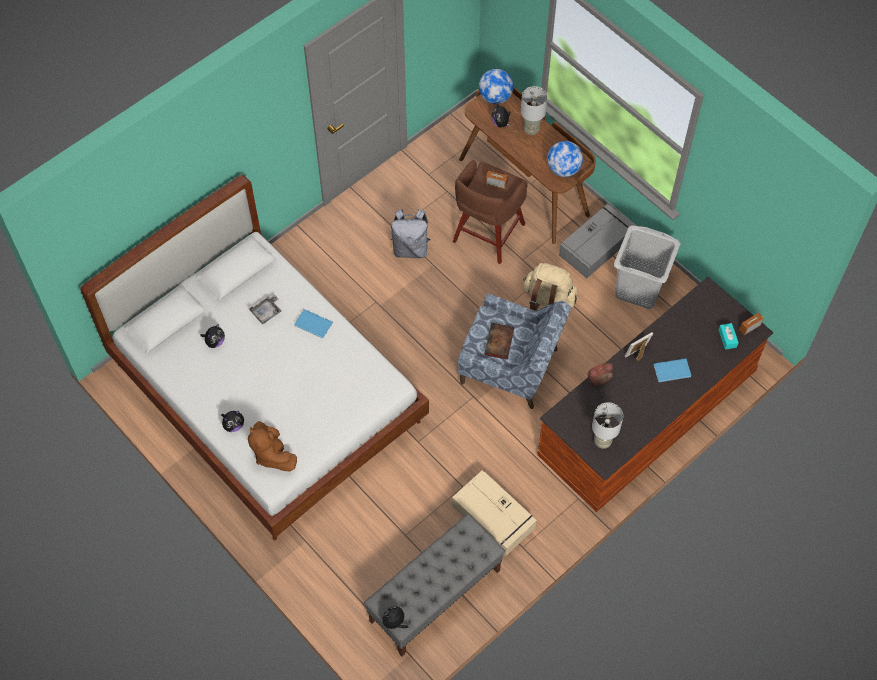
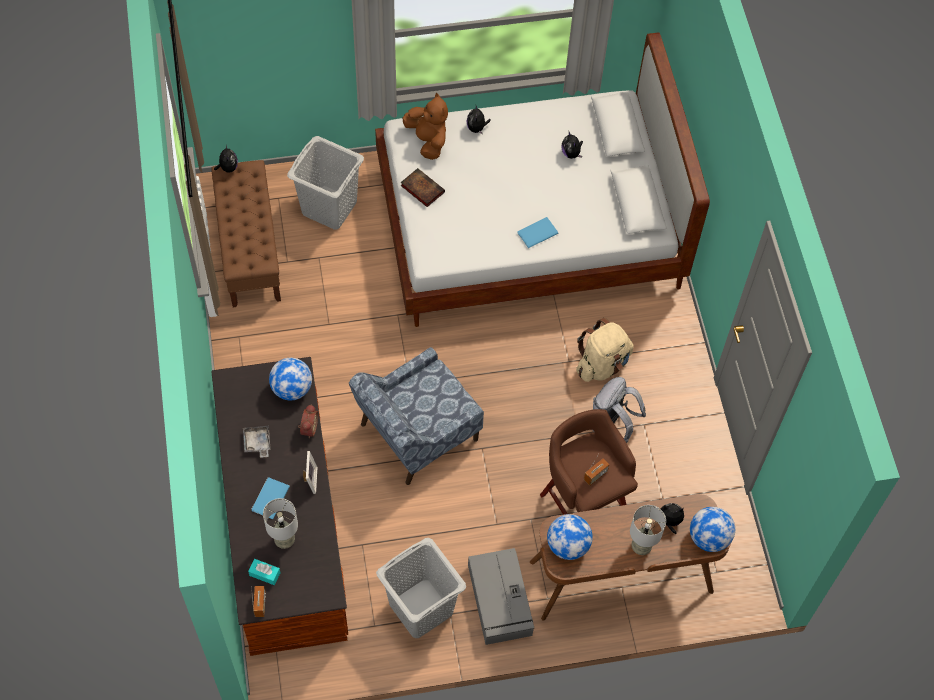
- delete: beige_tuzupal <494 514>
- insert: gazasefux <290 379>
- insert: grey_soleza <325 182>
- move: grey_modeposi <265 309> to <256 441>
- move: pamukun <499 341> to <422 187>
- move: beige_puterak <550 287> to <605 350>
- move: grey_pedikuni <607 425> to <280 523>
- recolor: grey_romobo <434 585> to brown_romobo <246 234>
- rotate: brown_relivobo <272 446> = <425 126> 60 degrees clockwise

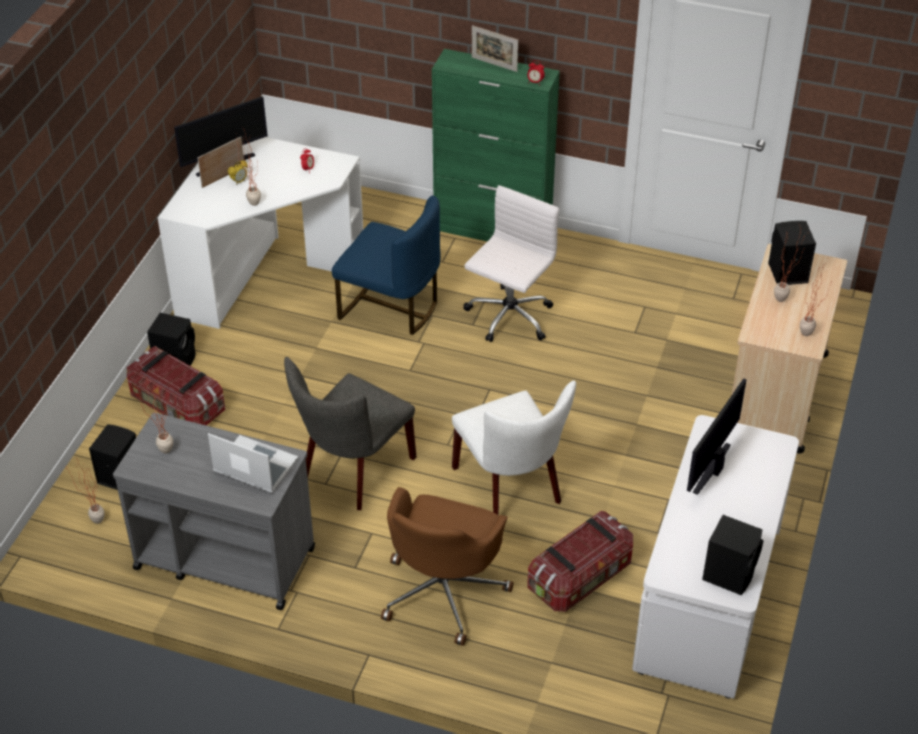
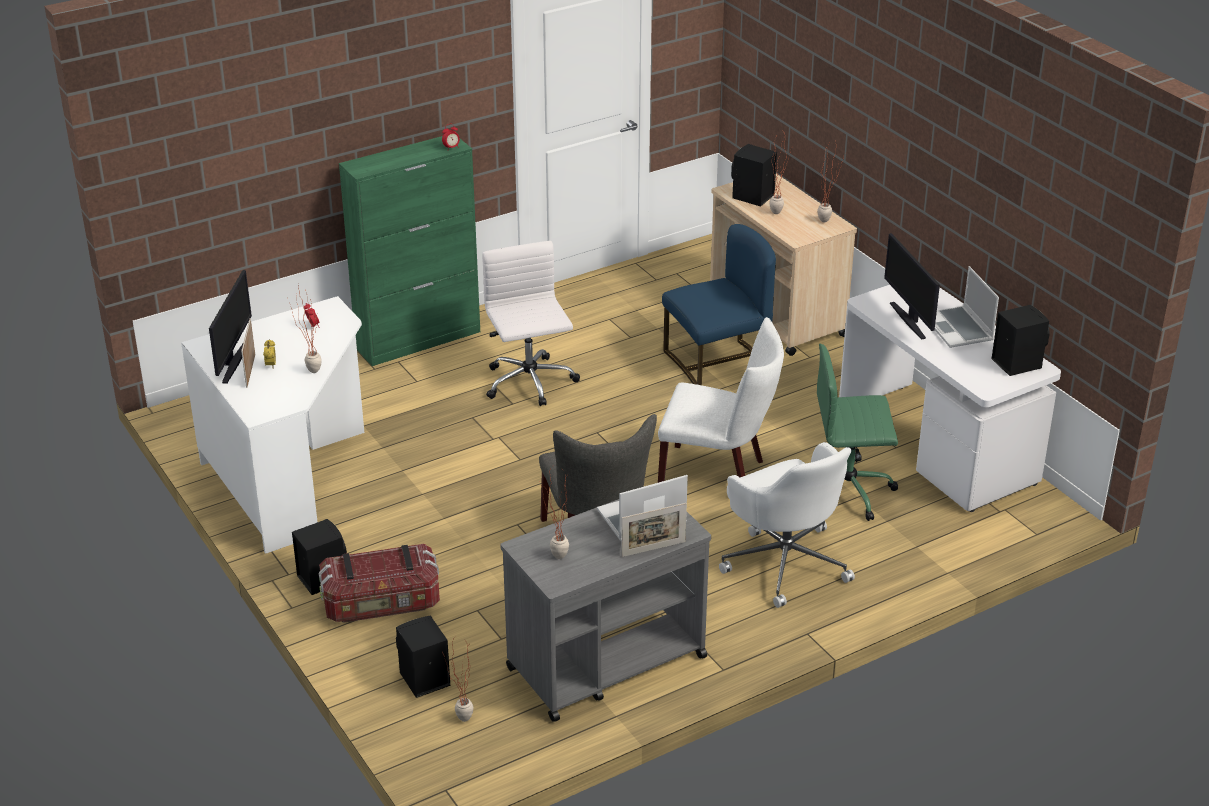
- insert: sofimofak <967 307>
- move: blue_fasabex <386 265> to <719 304>
- move: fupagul <495 48> to <654 530>
- replace: tuzupal <580 561> to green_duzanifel <857 432>
- recolor: brown_duzanifel <447 566> to white_duzanifel <787 525>

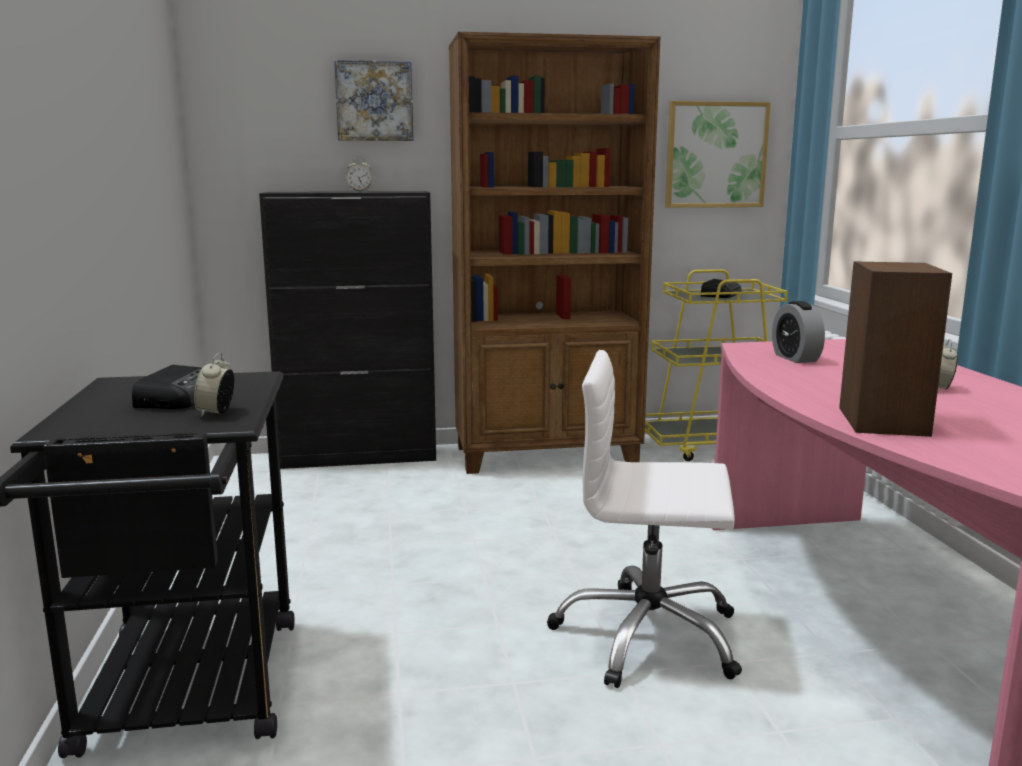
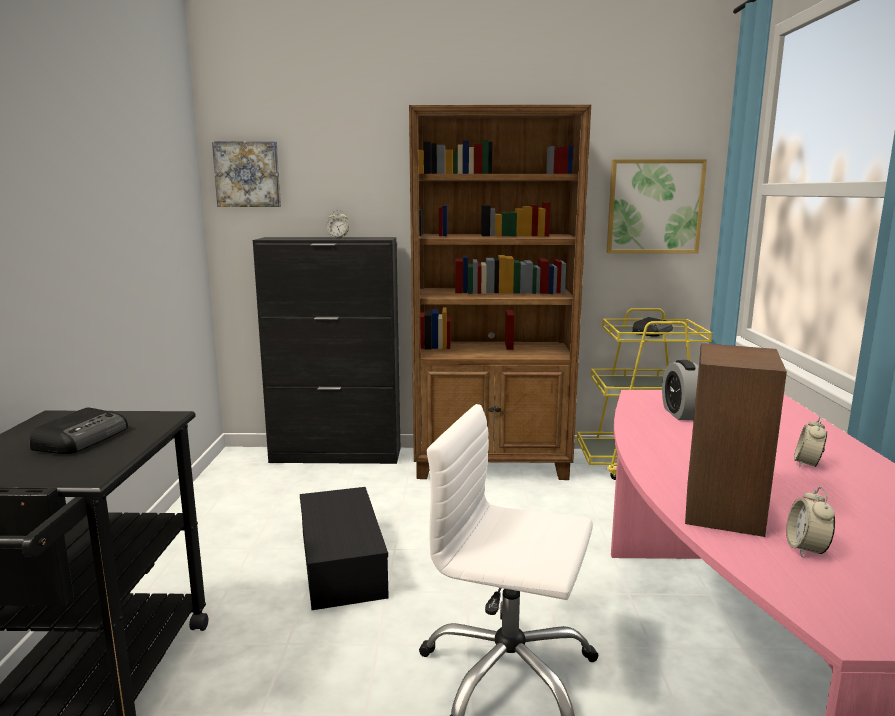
- insert: black_tuzupal <344 548>
- move: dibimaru <214 385> to <810 522>
- move: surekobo <374 100> to <246 174>

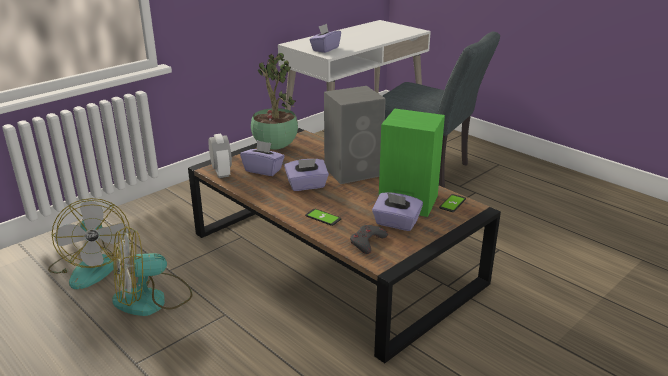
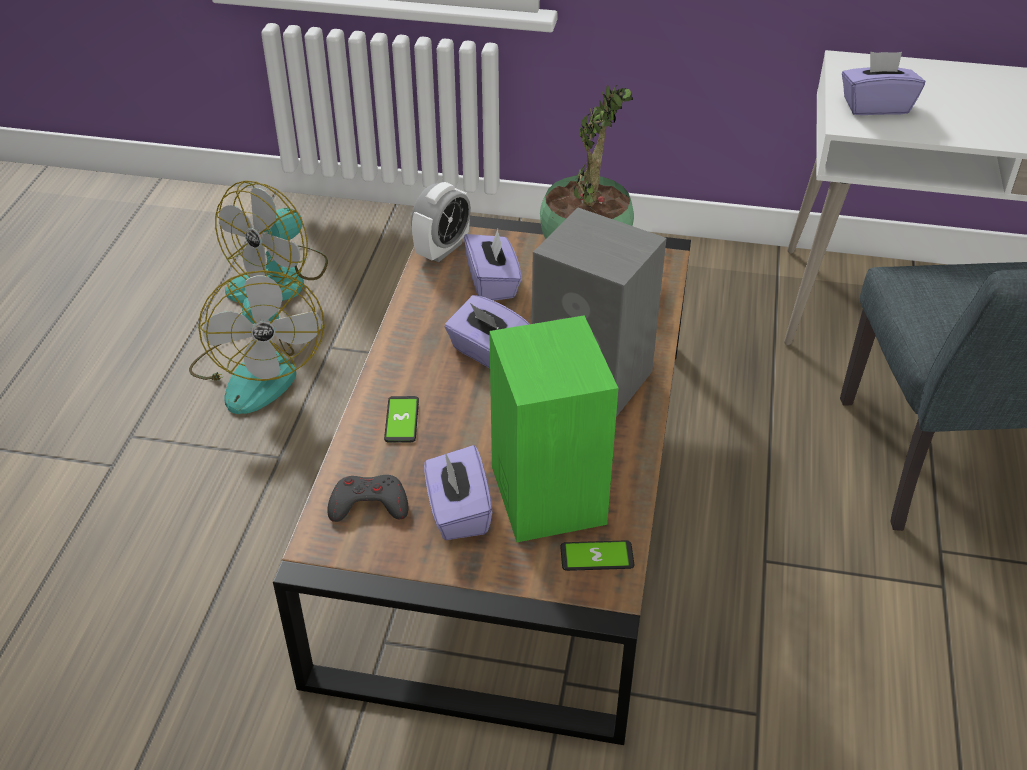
- rotate: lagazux <152 271> = <257 342> 135 degrees counterclockwise

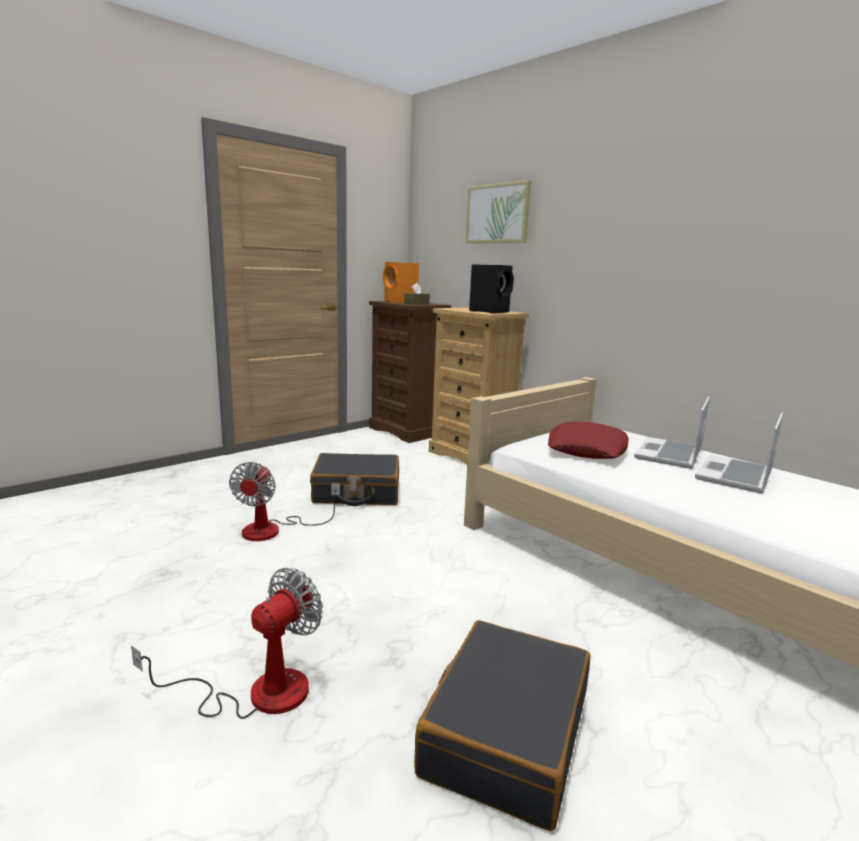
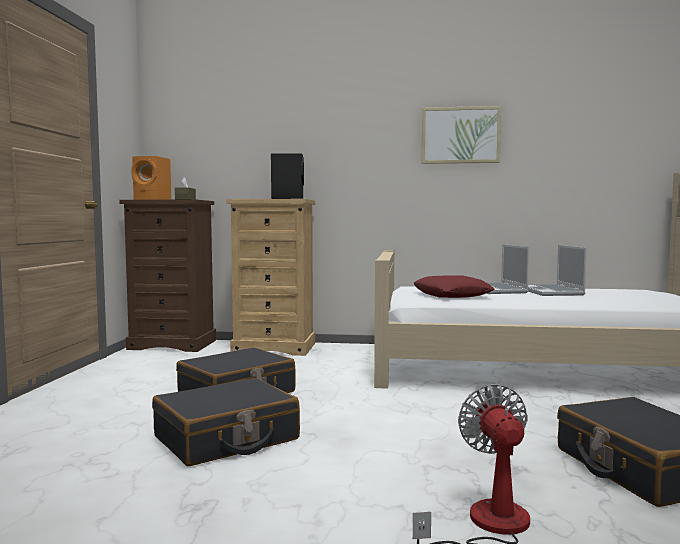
- move: surekobo <498 211> to <461 135>
- replace: lagazux <284 501> to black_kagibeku <226 422>

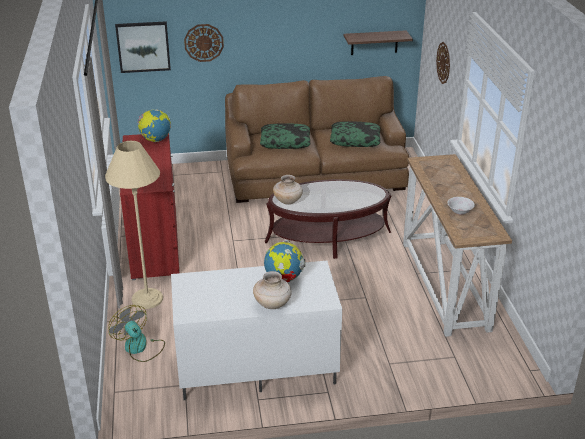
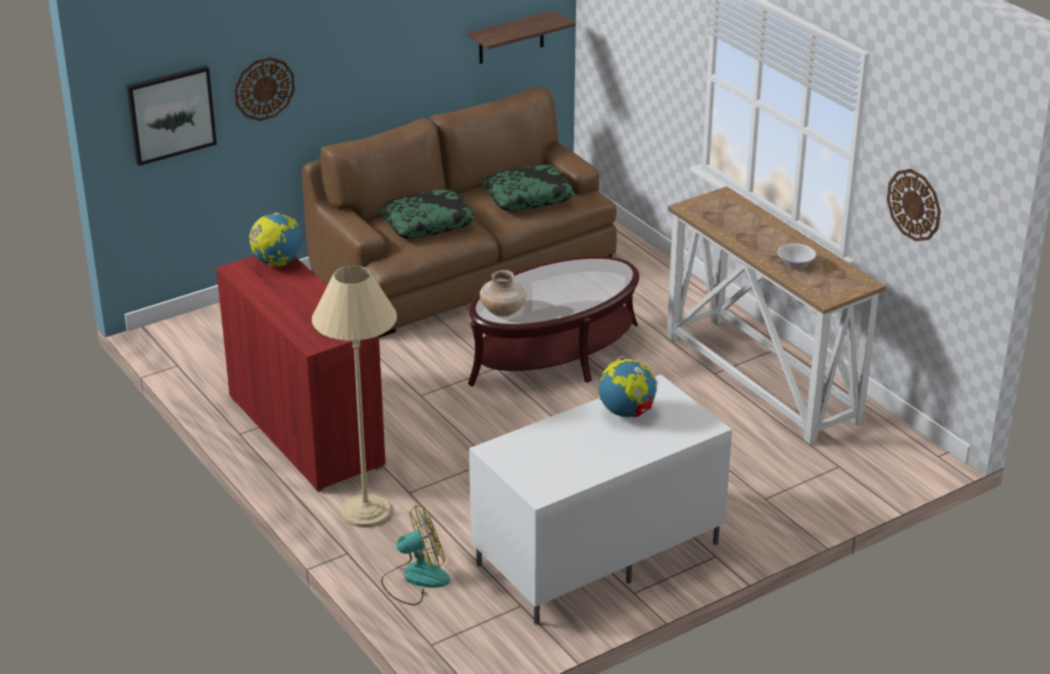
- delete: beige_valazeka <272 290>
- move: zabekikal <443 63> to <914 205>
- rotate: lagazux <136 333> = <415 555> 135 degrees clockwise

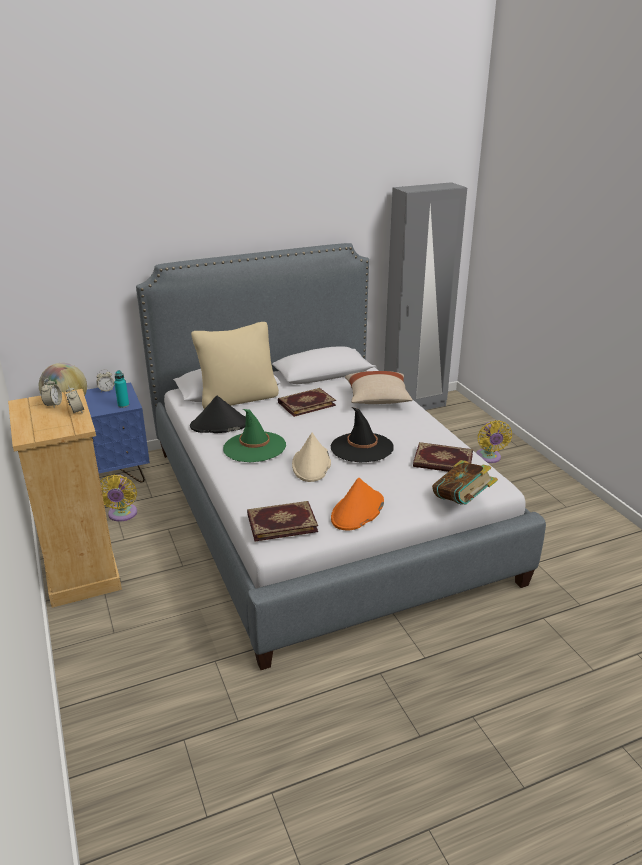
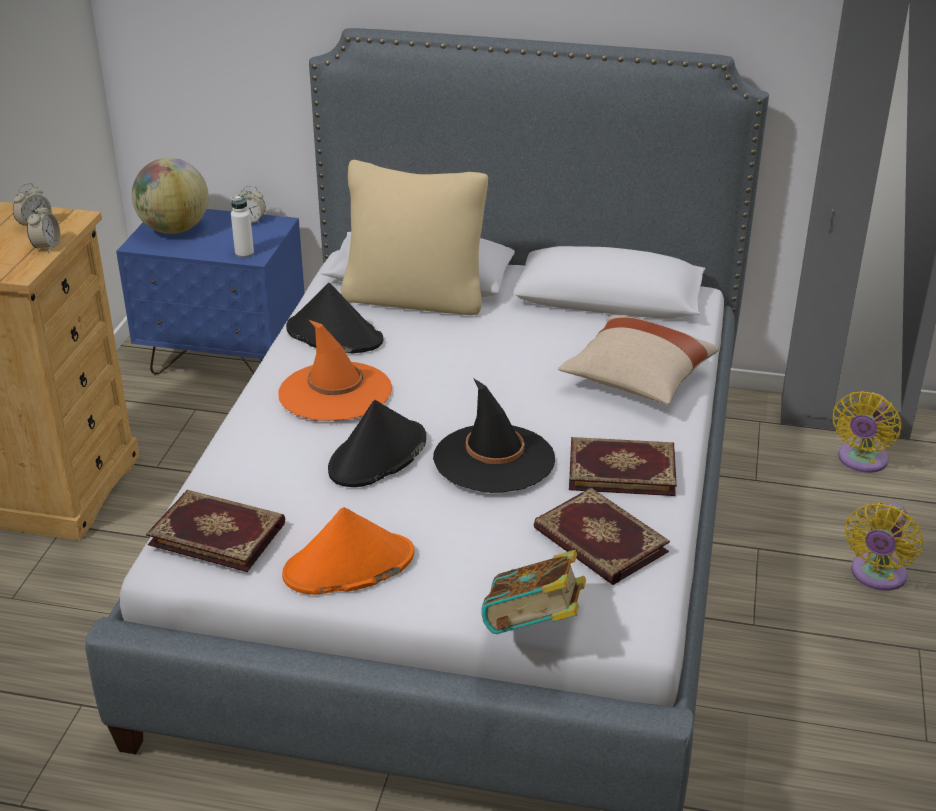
- move: yellow_lagazux <118 498> to <867 432>
- move: pamukun <307 402> to <623 466>
- recolor: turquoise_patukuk <121 389> to white_patukuk <242 226>
- recolor: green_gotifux <254 435> to orange_gotifux <335 370>
- recolor: beige_gotifux <311 457> to black_gotifux <377 443>

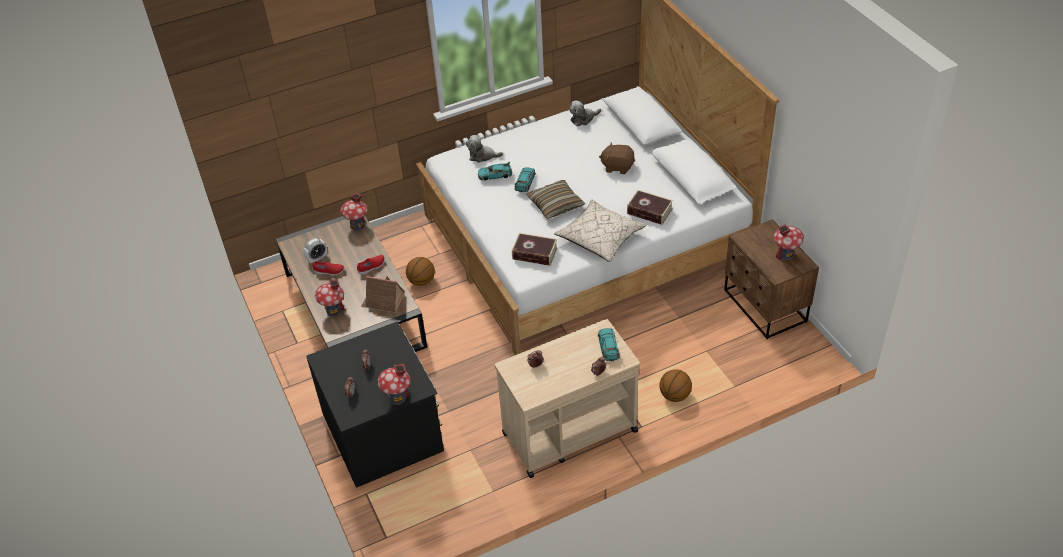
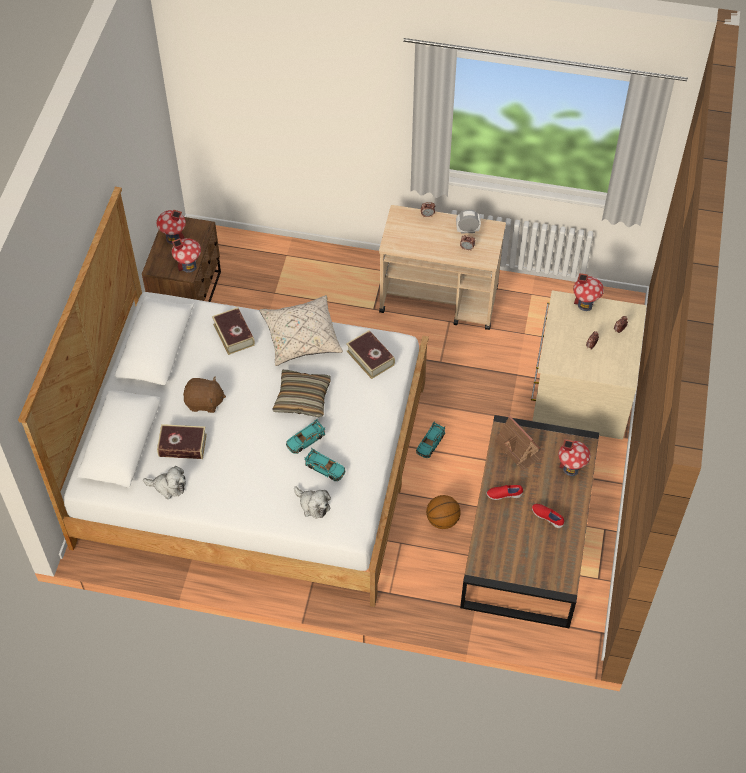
- delete: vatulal <675 385>
- insert: pamukun <182 441>
- move: dibimaru <315 250> to <468 221>
- move: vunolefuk <354 212> to <186 255>
- move: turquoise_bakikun <609 344> to <431 439>
- recolor: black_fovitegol <375 404> to beige_fovitegol <589 364>
- rotate: brown_relivobo <617 158> = <204 394> 45 degrees counterclockwise

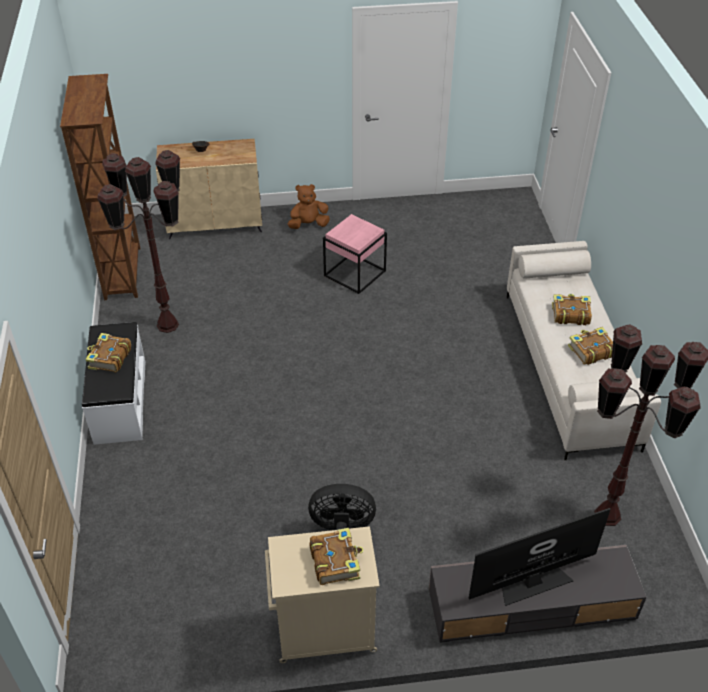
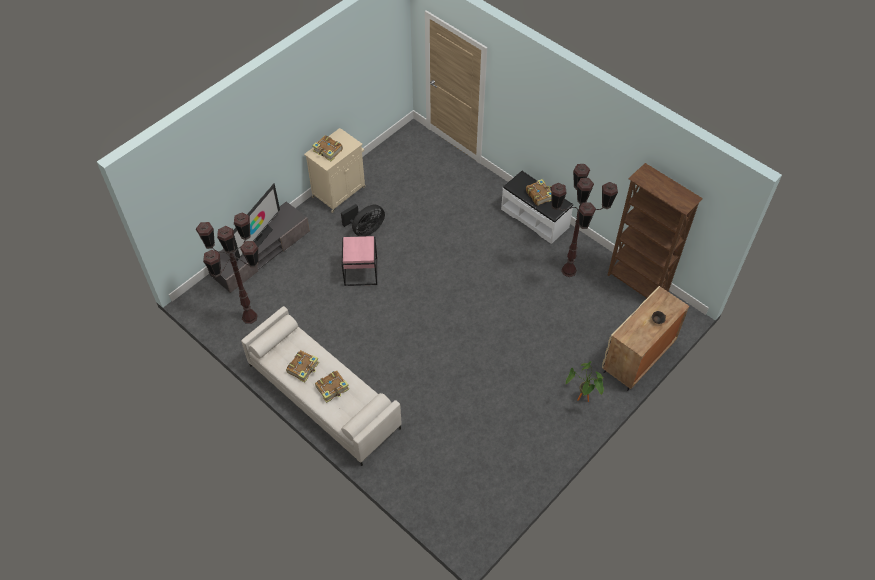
- move: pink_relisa <355 254> to <359 261>
- replace: brown_relivobo <309 206> to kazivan <585 381>

